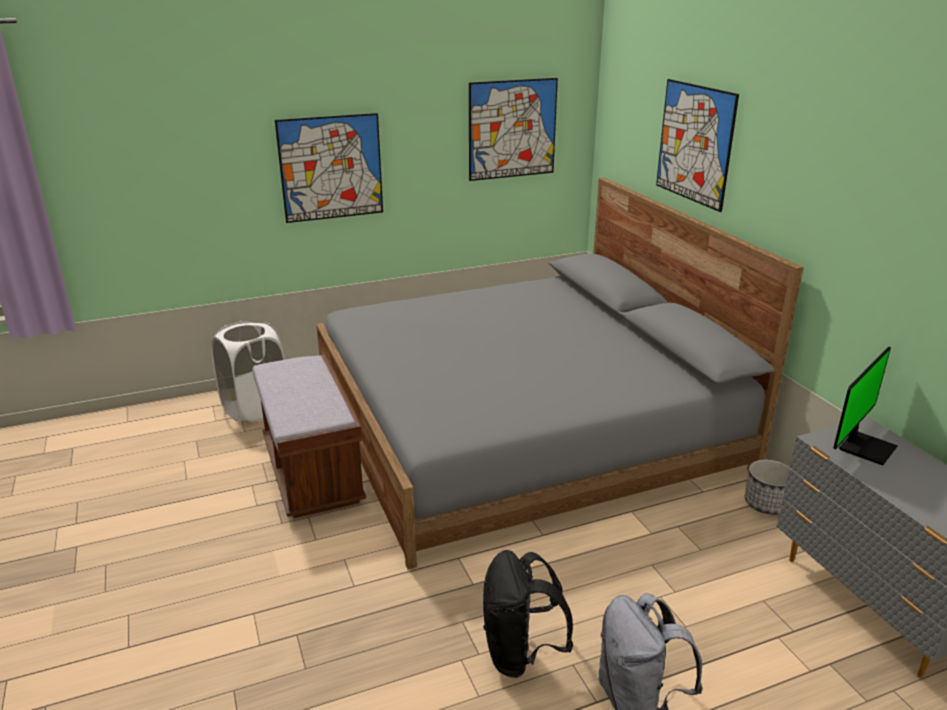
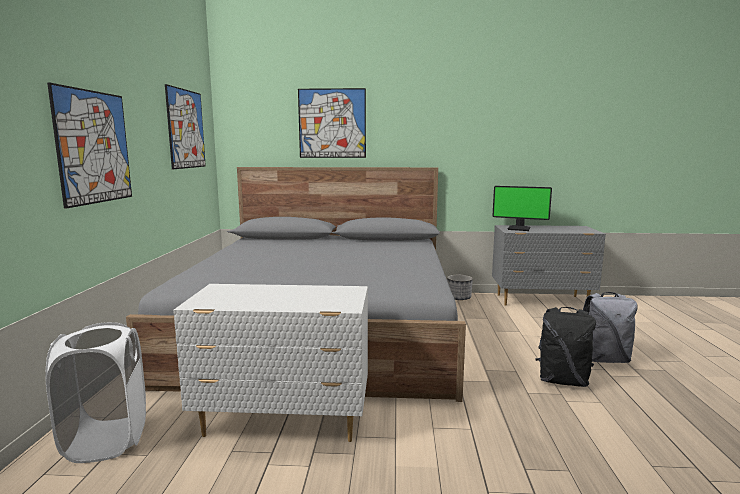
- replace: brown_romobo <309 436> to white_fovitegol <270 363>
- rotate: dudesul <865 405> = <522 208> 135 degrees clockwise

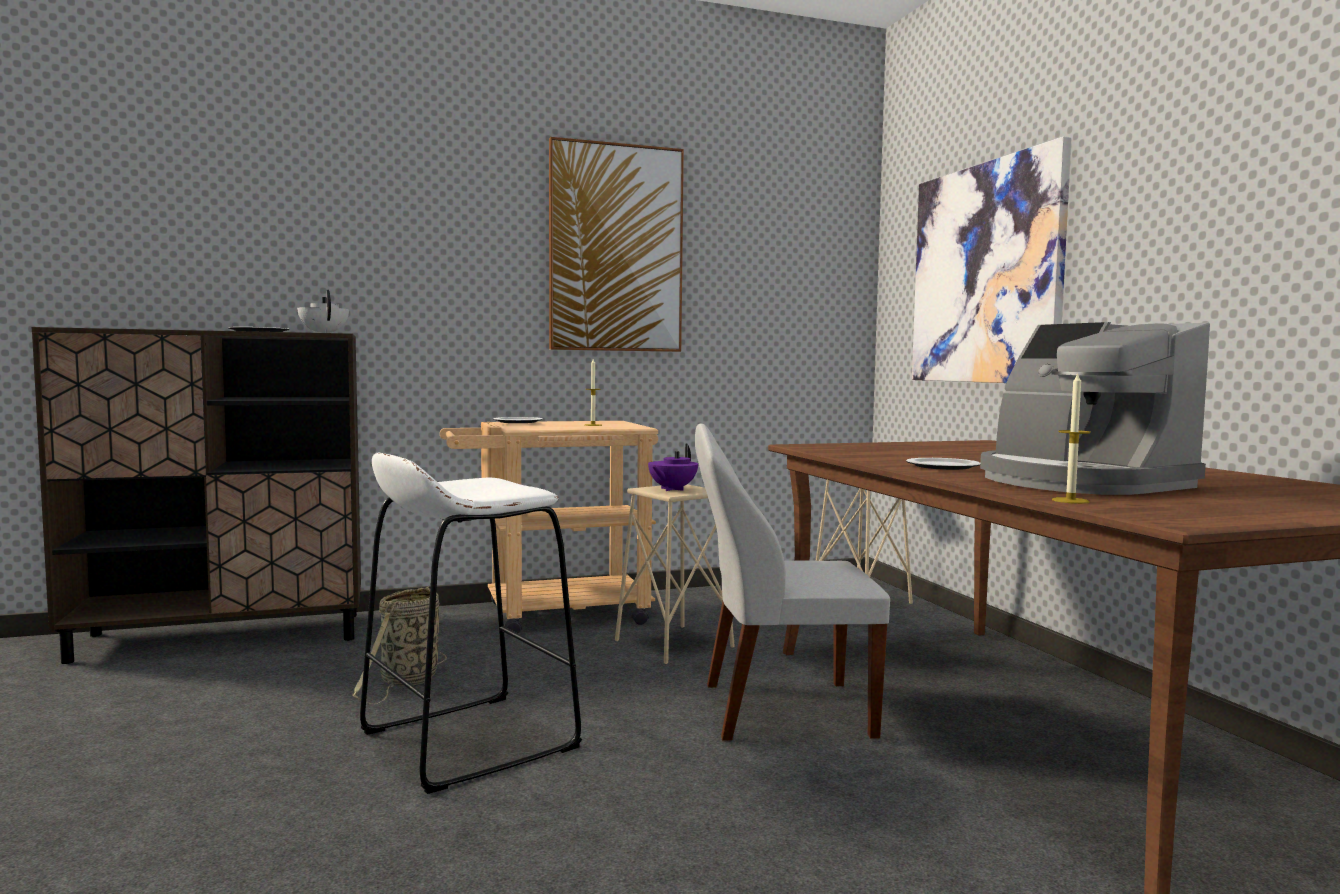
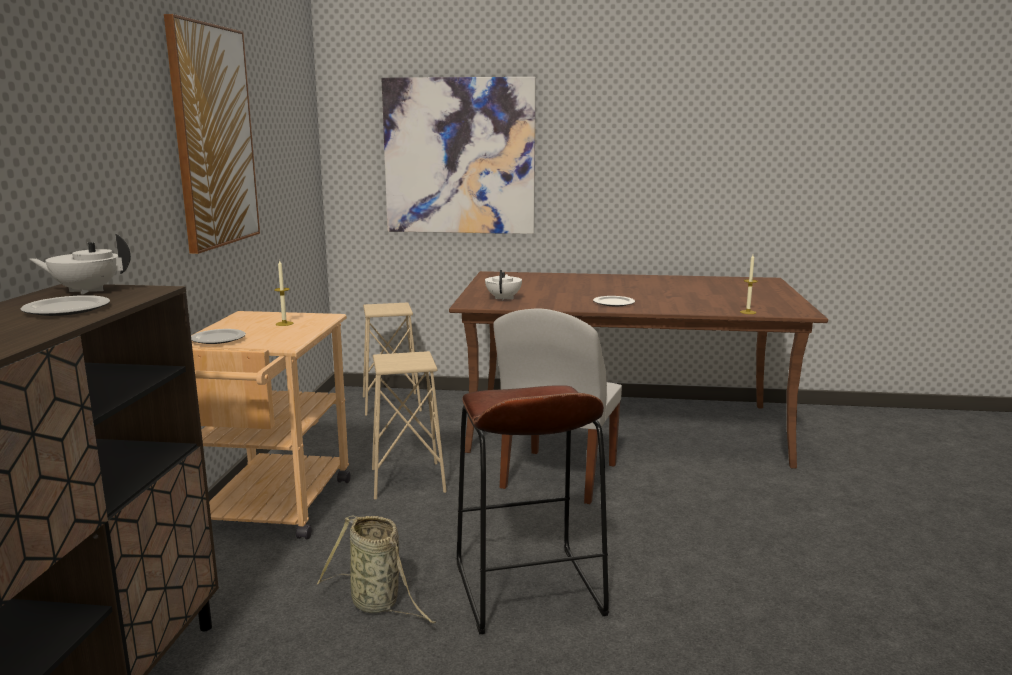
- delete: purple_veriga <673 467>
- delete: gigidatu <1095 408>
- insert: white_veriga <503 285>
- recolor: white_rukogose <471 623> to brown_rukogose <533 510>

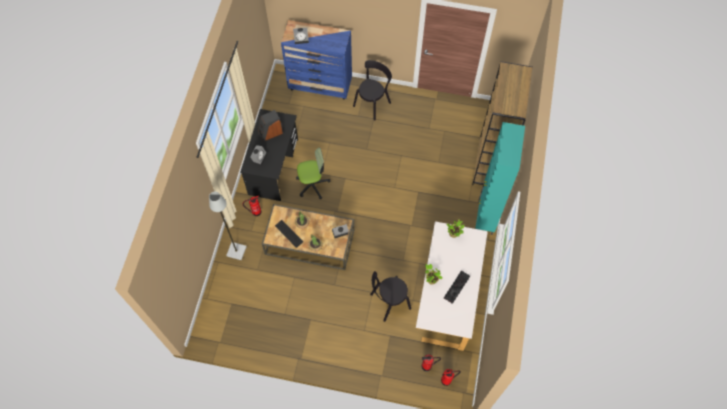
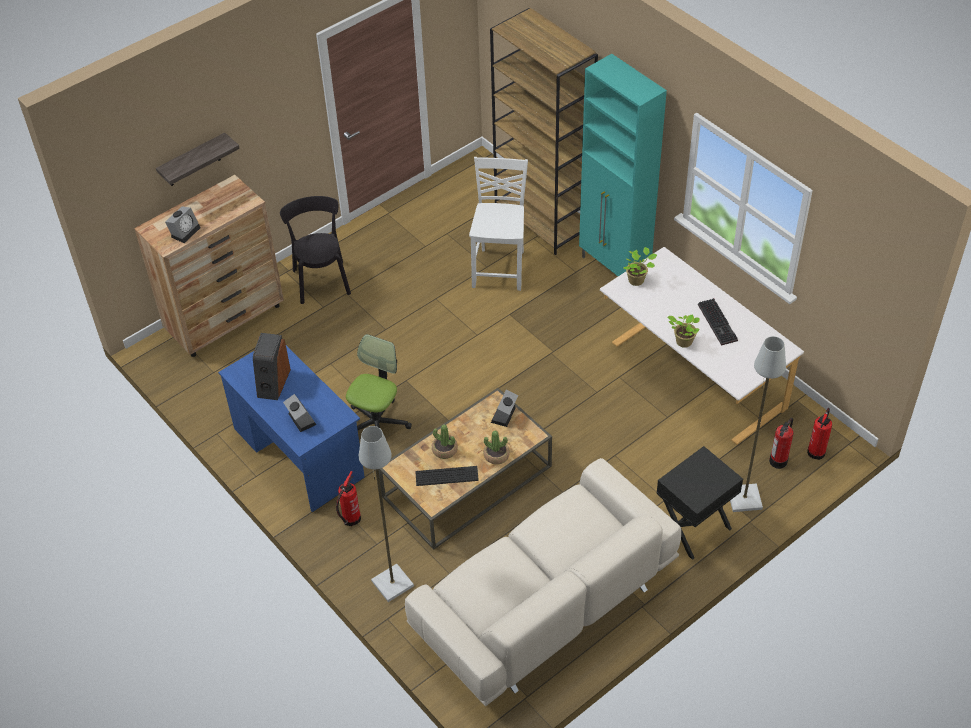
- delete: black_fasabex <390 296>
- insert: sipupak <198 159>
- insert: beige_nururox <543 582>
- insert: white_fasabex <498 224>
- insert: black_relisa <699 503>
- insert: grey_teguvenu <758 424>
- recolor: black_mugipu <269 155> to blue_mugipu <291 429>
- recolor: blue_fovitegol <316 59> to brown_fovitegol <209 266>

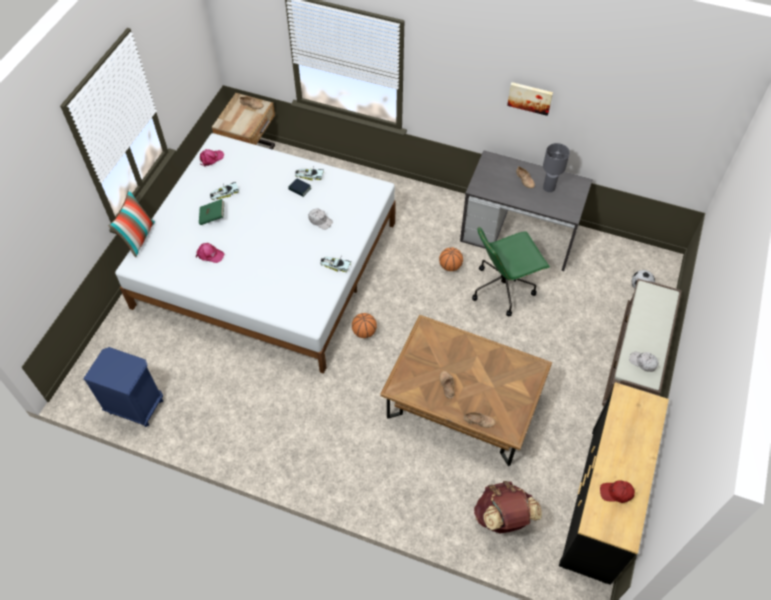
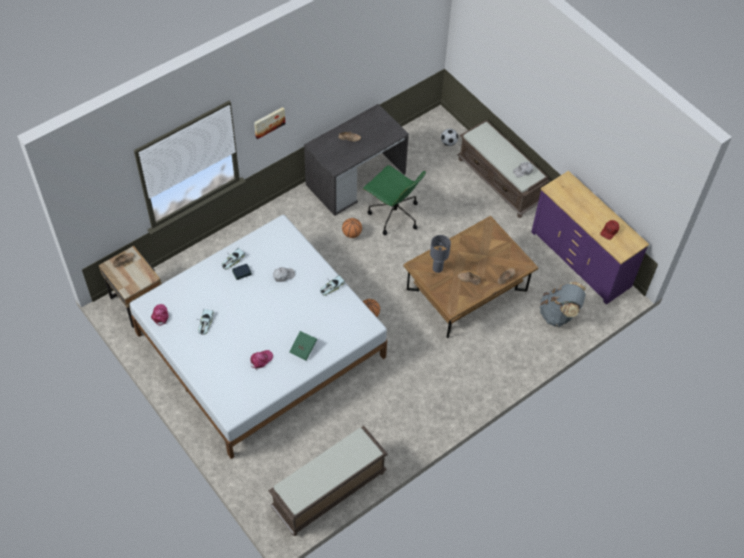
- delete: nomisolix <131 223>
- move: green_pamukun <211 212> to <303 346>
- move: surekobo <530 99> to <269 123>
- move: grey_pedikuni <556 167> to <440 254>
- replace: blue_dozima <123 387> to brown_romobo <328 481>
- recolor: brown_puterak <508 507> to grey_puterak <563 304>
- recolor: black_fovitegol <614 483> to purple_fovitegol <590 238>
- rotate: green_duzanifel <511 271> = <394 200> 60 degrees counterclockwise

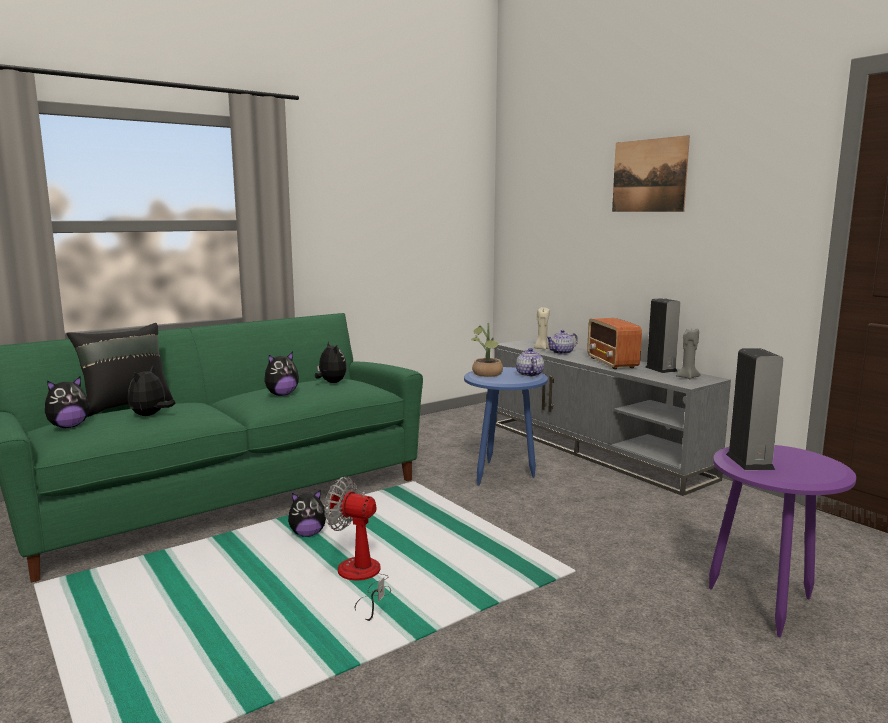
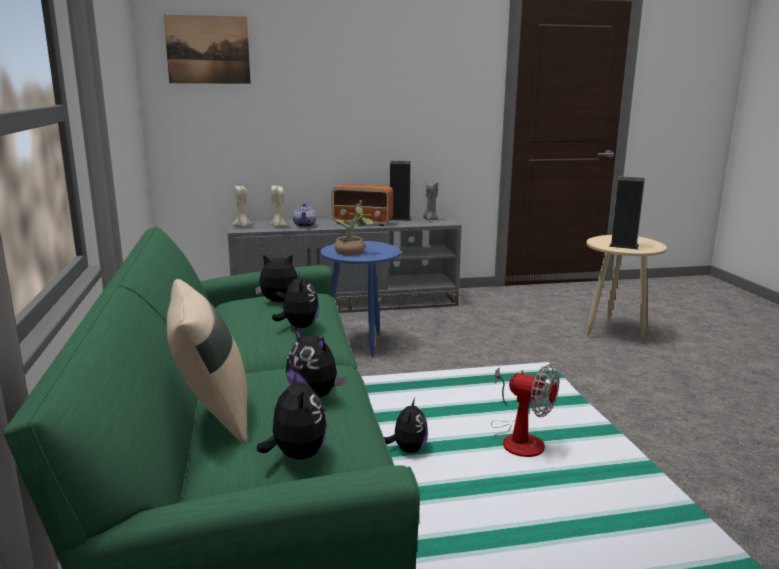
- delete: veriga <530 362>
- insert: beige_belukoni <242 206>
- move: surekobo <651 173> to <207 49>
- recolor: black_nomisolix <120 370> to beige_nomisolix <207 361>
- recolor: purple_relisa <782 541> to beige_relisa <626 287>
- rotate: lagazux <357 549> = <525 410> 105 degrees counterclockwise

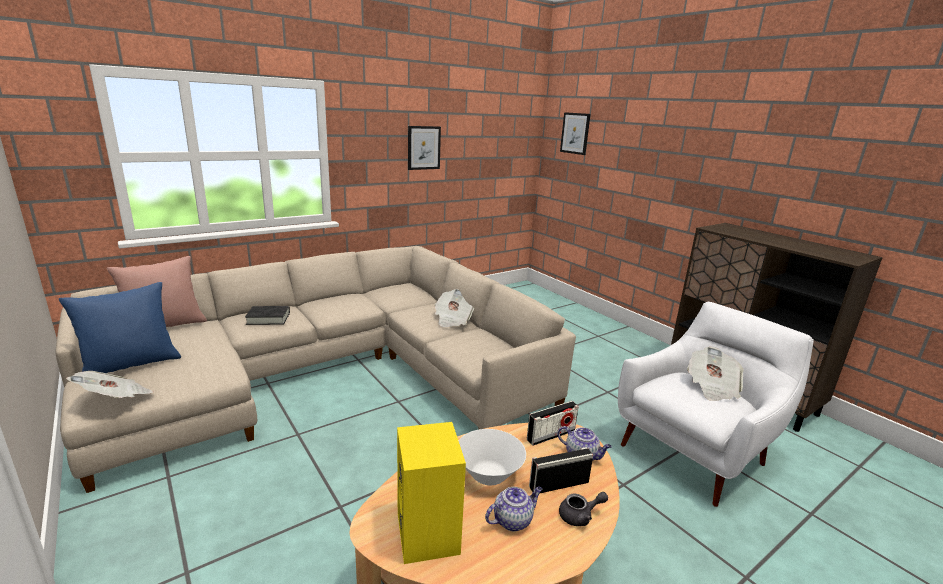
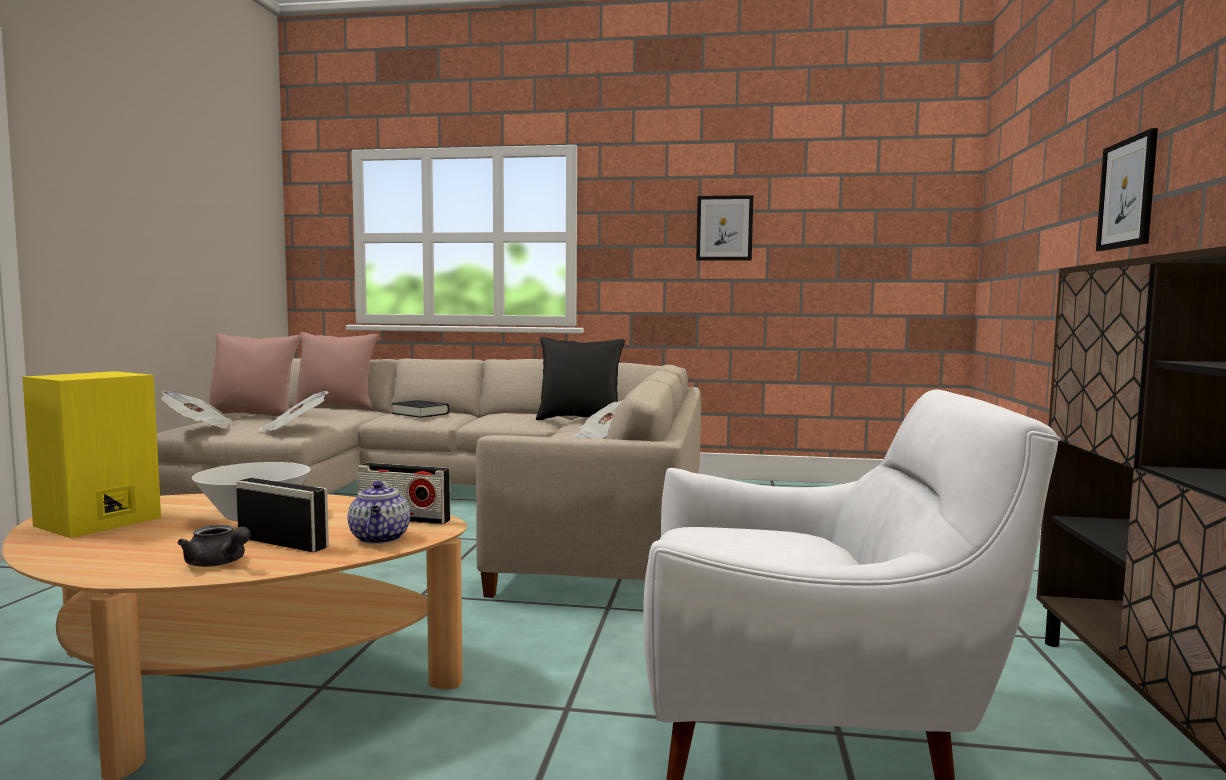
- delete: veriga <513 509>
- insert: black_nomisolix <580 378>
- move: surekobo <575 133> to <1127 189>
- move: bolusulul <715 373> to <293 411>
- recolor: blue_nomisolix <120 327> to pink_nomisolix <255 374>

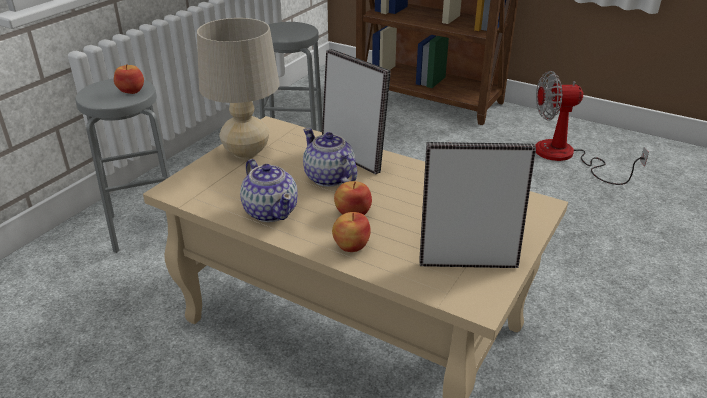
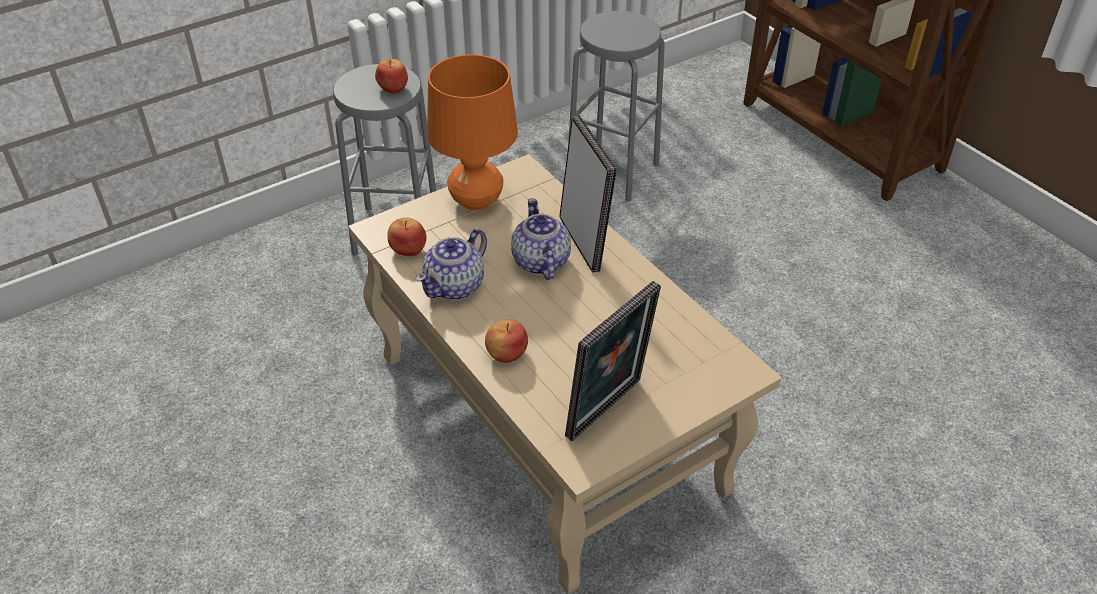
- delete: lagazux <592 128>
- move: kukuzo <353 198> to <406 237>
- recolor: beige_pedikuni <238 88> to orange_pedikuni <472 132>
- rotate: veriga <269 190> = <451 264> 45 degrees clockwise
- rotate: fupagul <477 205> = <613 361> 105 degrees clockwise

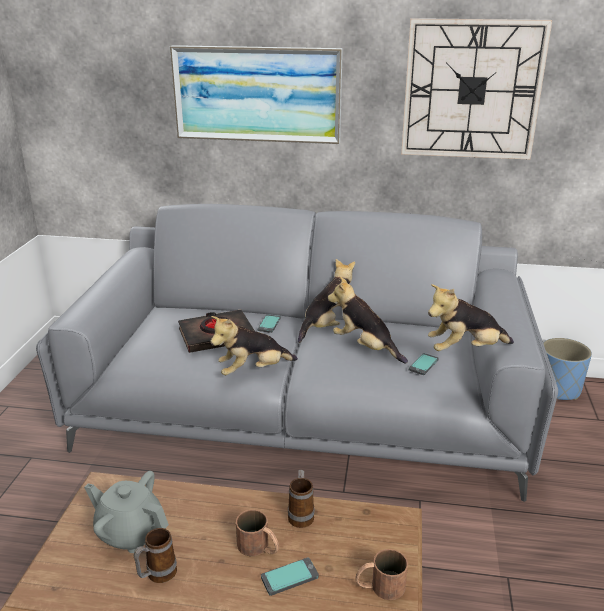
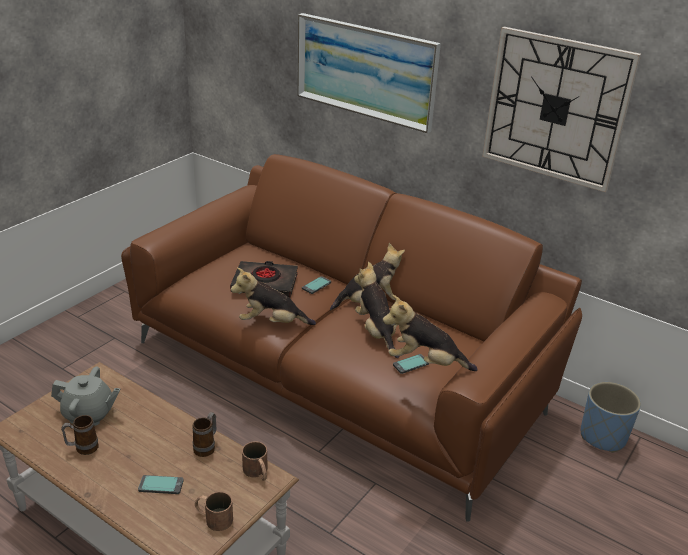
- move: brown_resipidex <257 533> to <254 461>
- recolor: grey_nururox <297 353> to brown_nururox <351 338>
- rotate: grey_veriga <126 512> = <85 396> 135 degrees clockwise

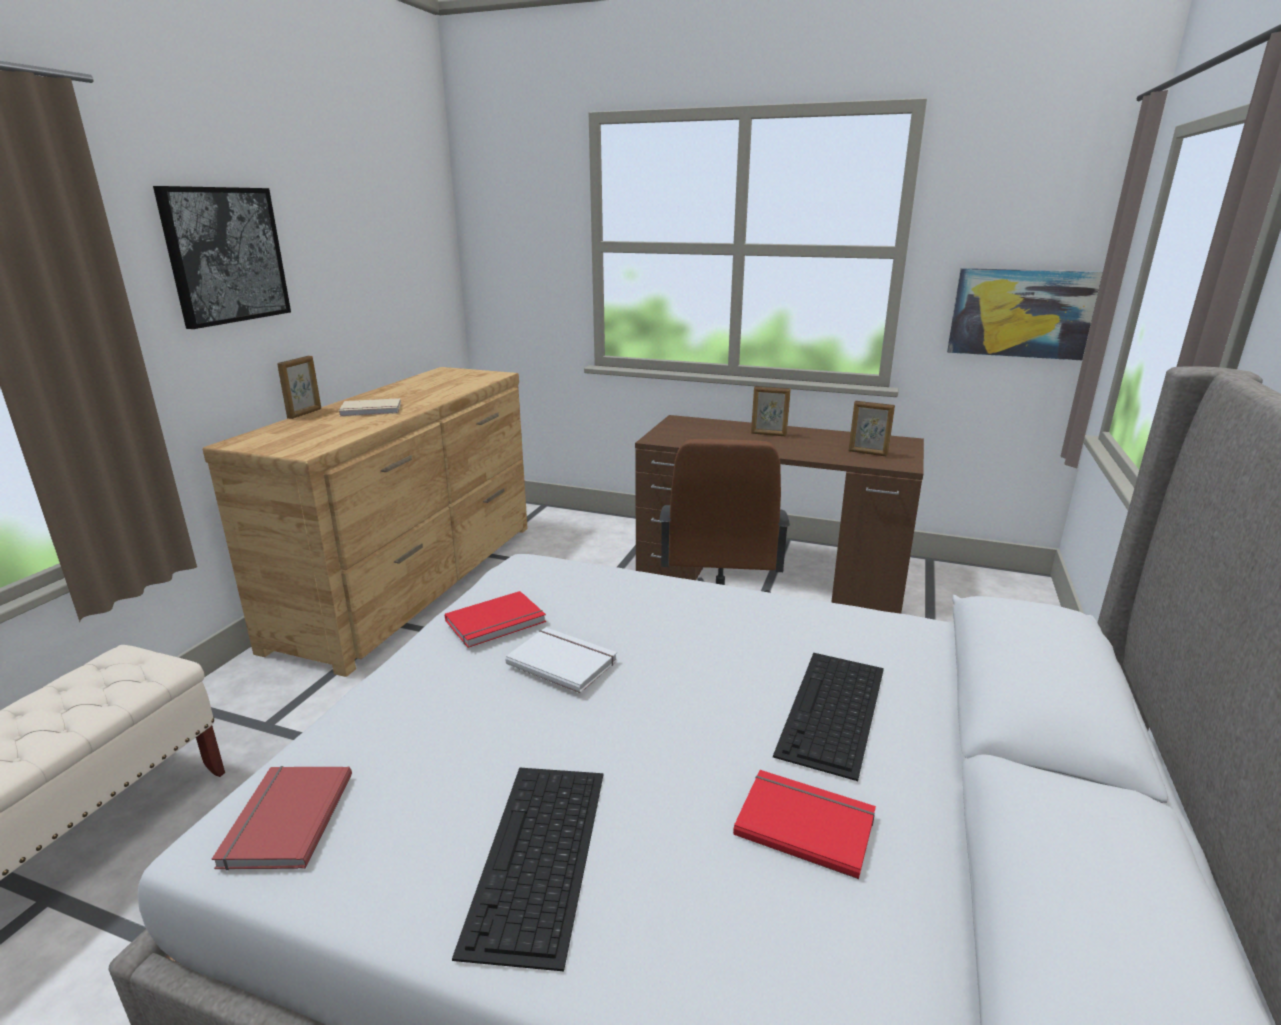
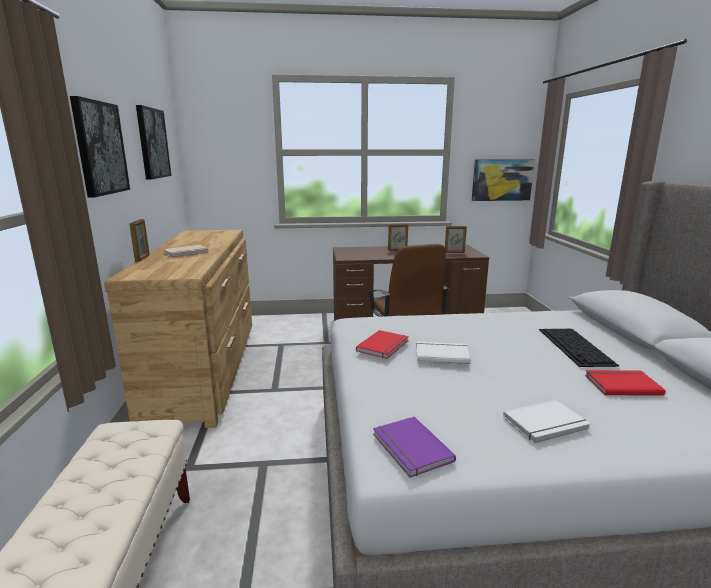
- insert: surekobo <153 142>
- replace: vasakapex <527 870> to white_pamukun <547 422>
- recolor: red_pamukun <282 818> to purple_pamukun <414 447>

